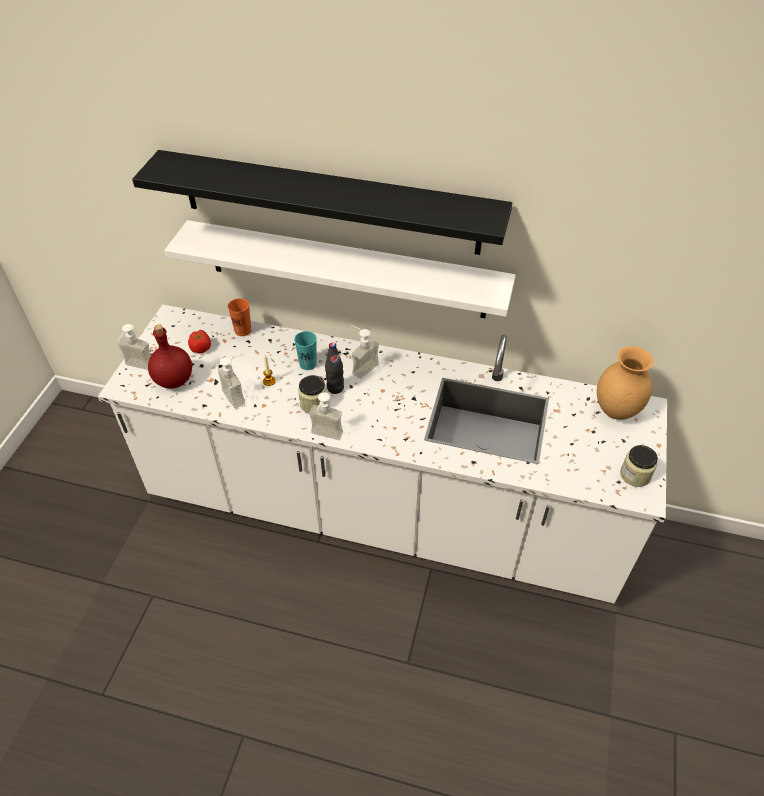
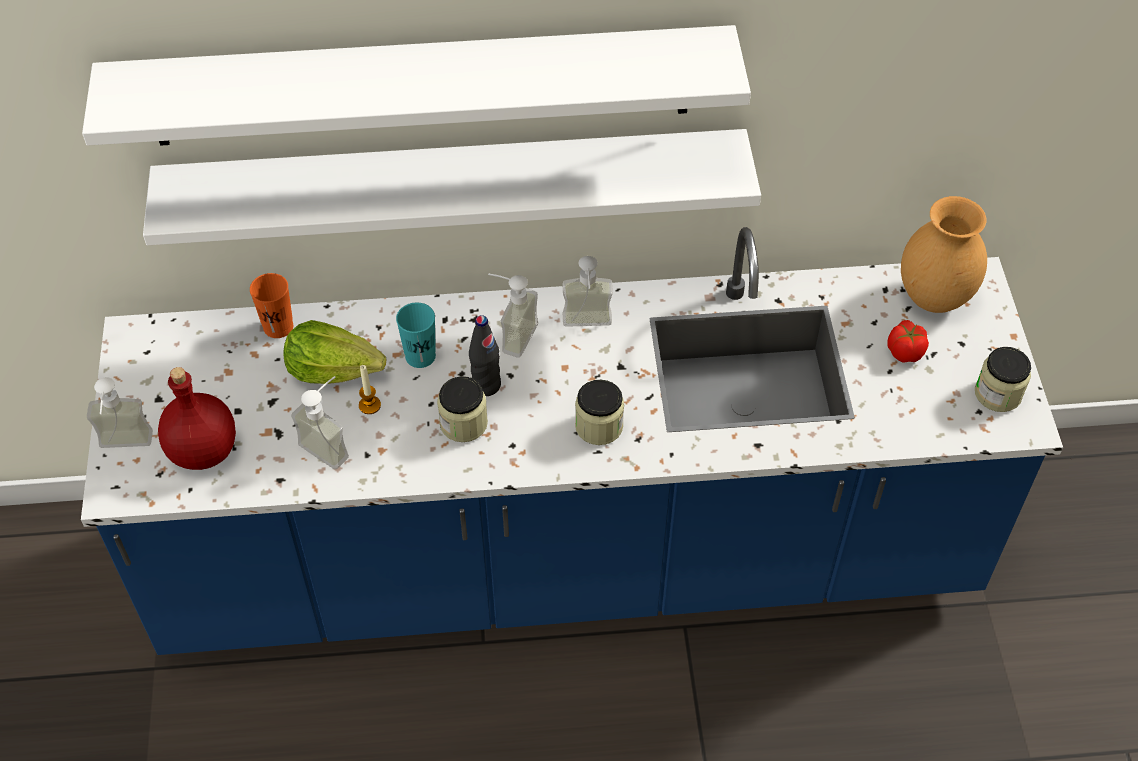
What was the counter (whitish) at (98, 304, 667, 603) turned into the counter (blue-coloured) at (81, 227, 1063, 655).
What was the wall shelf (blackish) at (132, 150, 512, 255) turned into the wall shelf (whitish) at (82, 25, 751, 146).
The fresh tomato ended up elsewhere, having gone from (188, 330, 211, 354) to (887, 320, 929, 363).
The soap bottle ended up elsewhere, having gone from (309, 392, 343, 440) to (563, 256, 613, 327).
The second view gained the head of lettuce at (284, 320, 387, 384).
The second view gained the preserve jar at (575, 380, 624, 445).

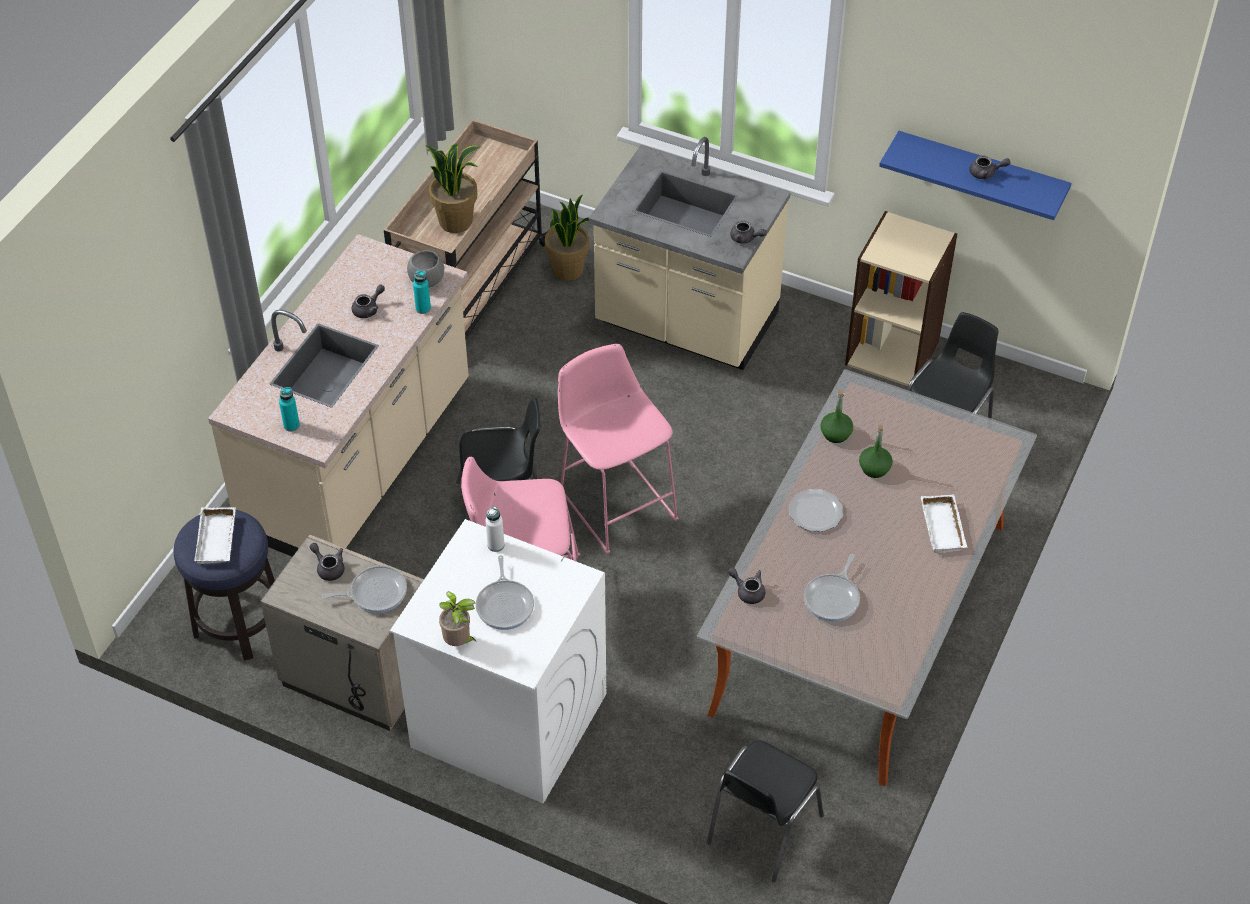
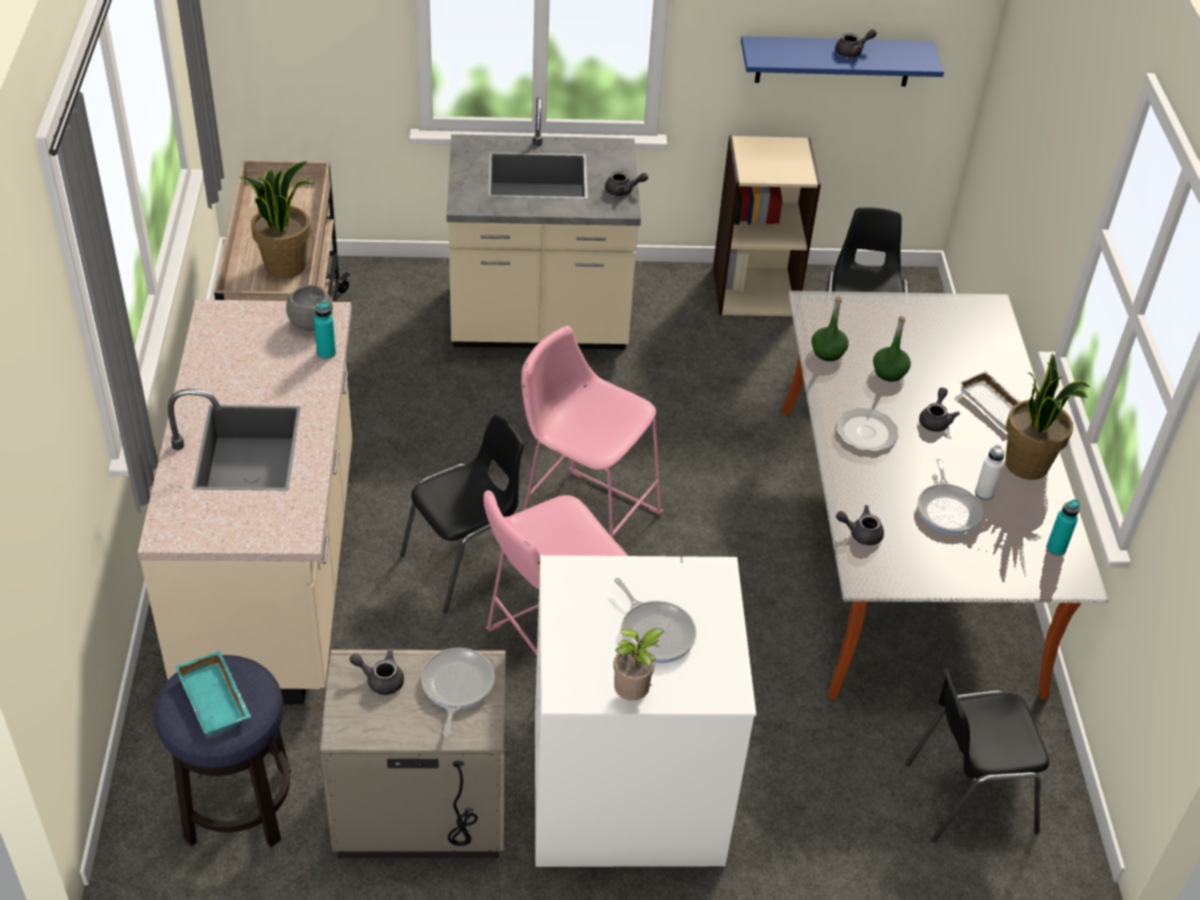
What was the tray (whitish) at (194, 507, 236, 564) turned into the tray (turquoise) at (175, 651, 251, 737).
The beverage bottle (turquoise) ended up elsewhere, having gone from (279, 387, 300, 432) to (1046, 499, 1080, 556).
The skillet at (322, 566, 407, 613) ended up facing another way, 45 degrees counterclockwise from before.
The pot for tea (gray) ended up elsewhere, having gone from (352, 285, 385, 318) to (919, 387, 960, 432).
The beverage bottle (whitish) ended up elsewhere, having gone from (486, 507, 504, 552) to (975, 445, 1005, 500).
The houseplant ended up elsewhere, having gone from (545, 194, 590, 281) to (1005, 353, 1090, 480).
The plain chair (blackish) at (707, 740, 824, 882) ended up facing another way, 75 degrees clockwise from before.

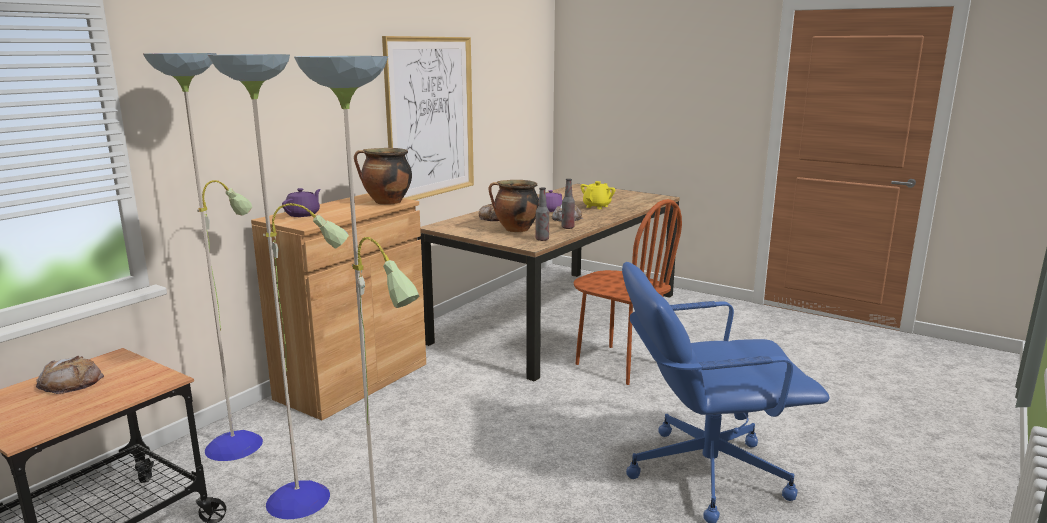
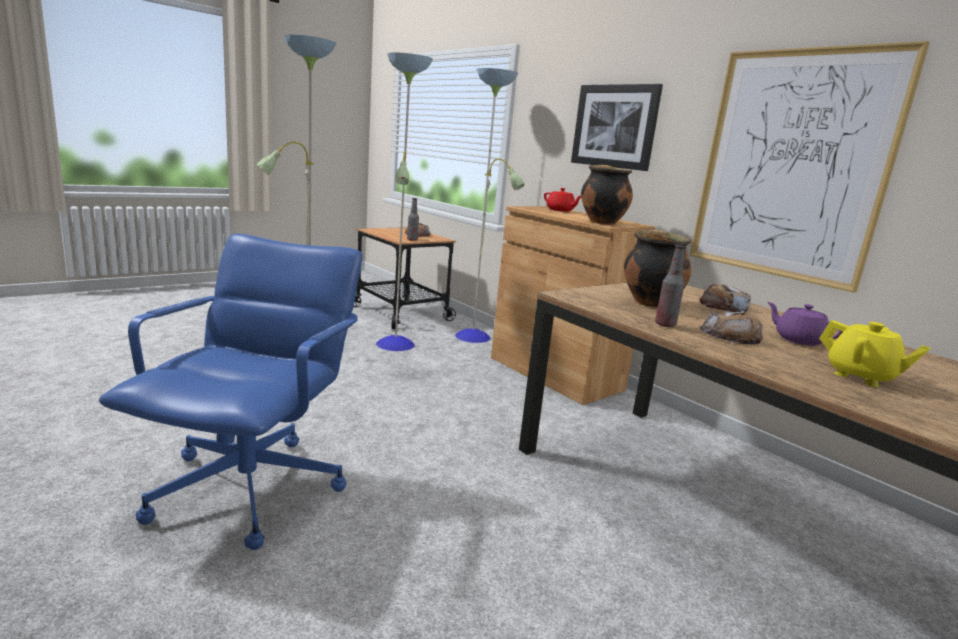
What was the pot for tea (purple) at (282, 188, 321, 217) turned into the pot for tea (red) at (544, 188, 581, 212).
The beverage bottle ended up elsewhere, having gone from (535, 187, 549, 241) to (407, 198, 419, 241).
The second view lost the plain chair (brownish) at (574, 199, 682, 385).
The second view gained the wall art at (571, 84, 663, 171).

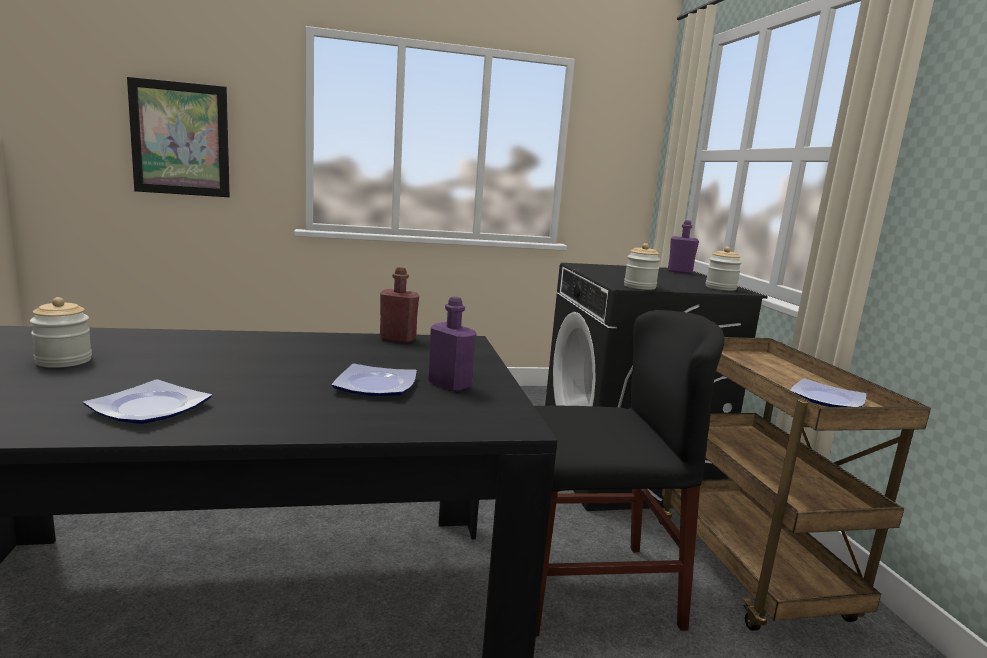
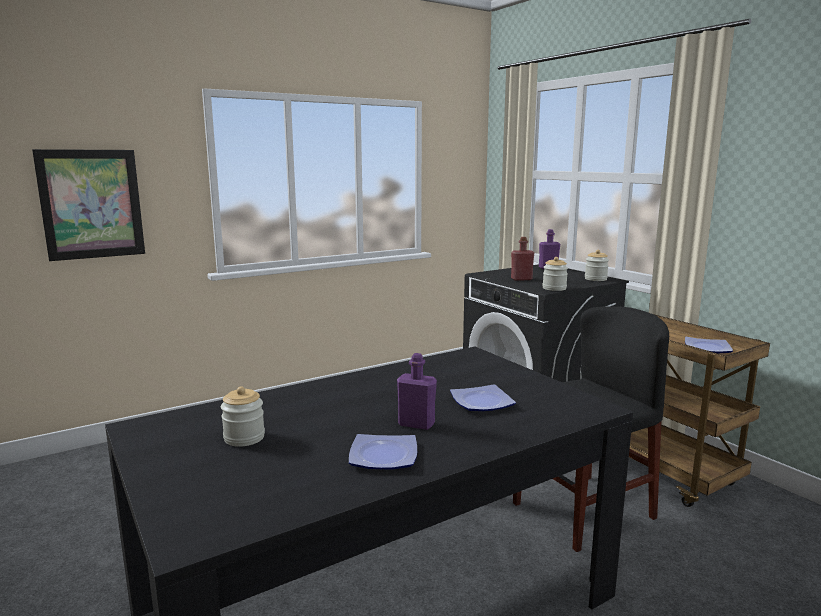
The beverage bottle (red) ended up elsewhere, having gone from (380, 267, 419, 343) to (511, 237, 534, 281).
The beverage bottle (purple) ended up elsewhere, having gone from (428, 297, 476, 392) to (397, 353, 437, 430).

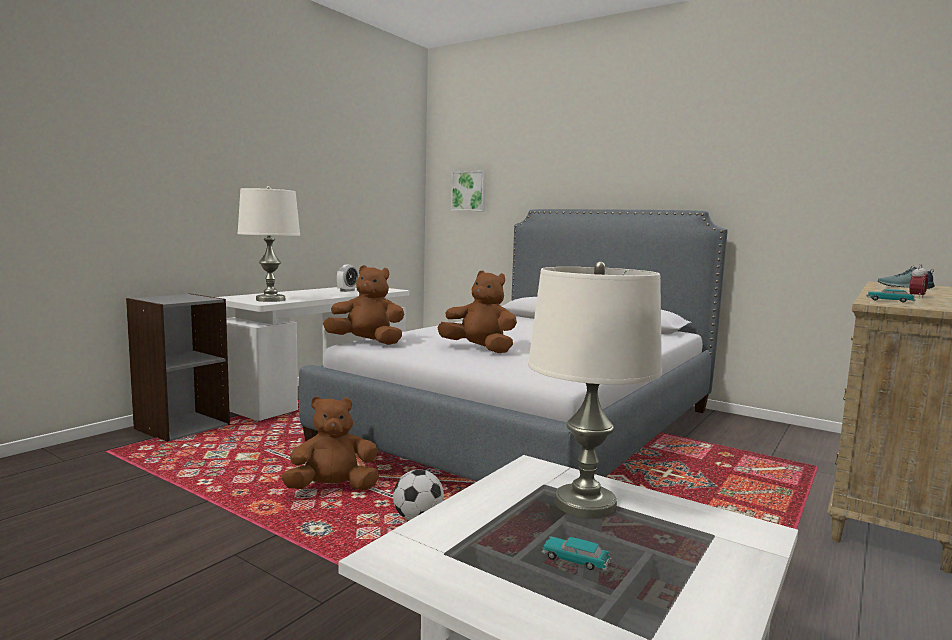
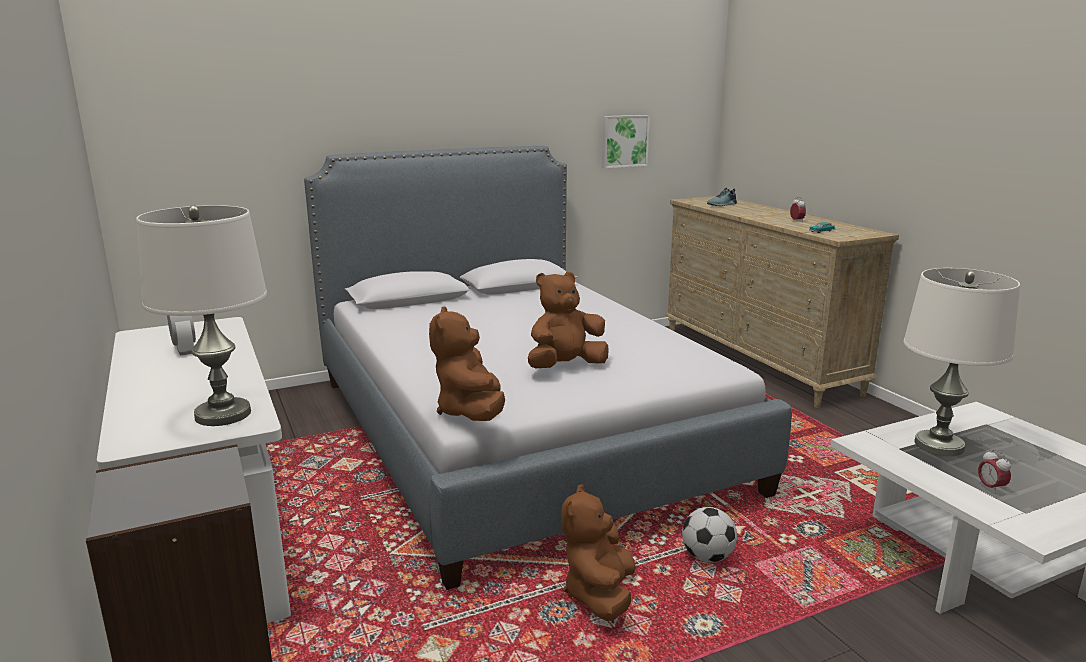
The plush toy (brownish) at (323, 265, 405, 345) ended up facing another way, 45 degrees counterclockwise from before.
The wall art ended up elsewhere, having gone from (451, 171, 486, 211) to (602, 115, 650, 168).
The second view lost the toy car at (541, 536, 612, 571).
The second view gained the bedside clock at (978, 449, 1011, 494).

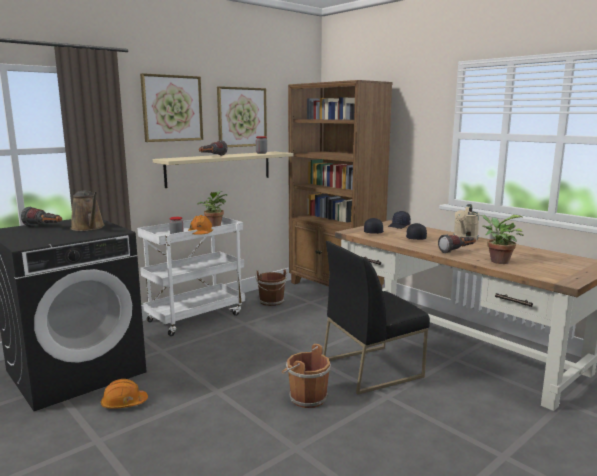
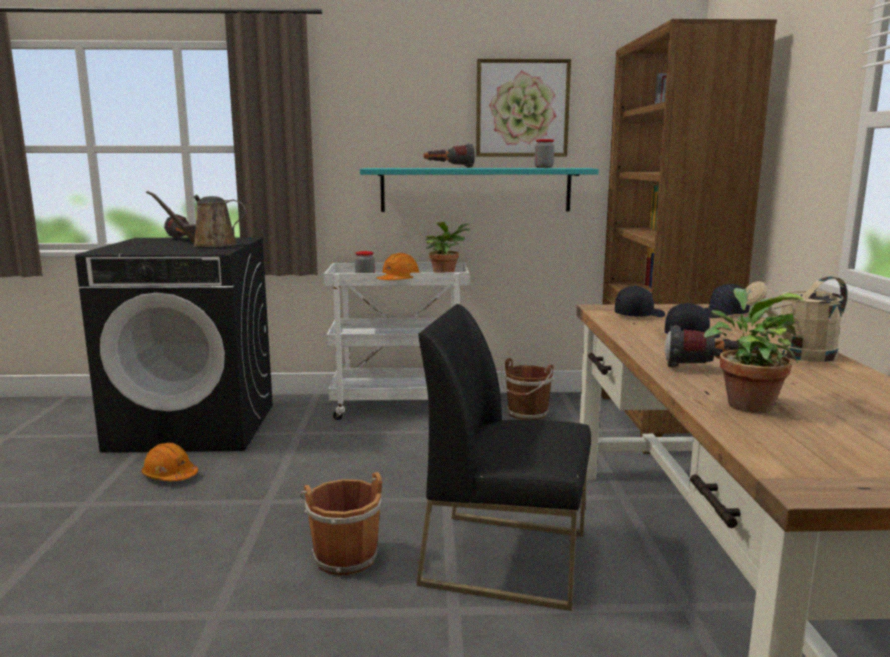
The watering can (brownish) at (70, 191, 104, 231) ended up facing another way, 75 degrees clockwise from before.
The second view lost the wall art at (140, 73, 203, 142).
What was the wall shelf (beige) at (153, 152, 294, 188) turned into the wall shelf (turquoise) at (360, 168, 599, 212).

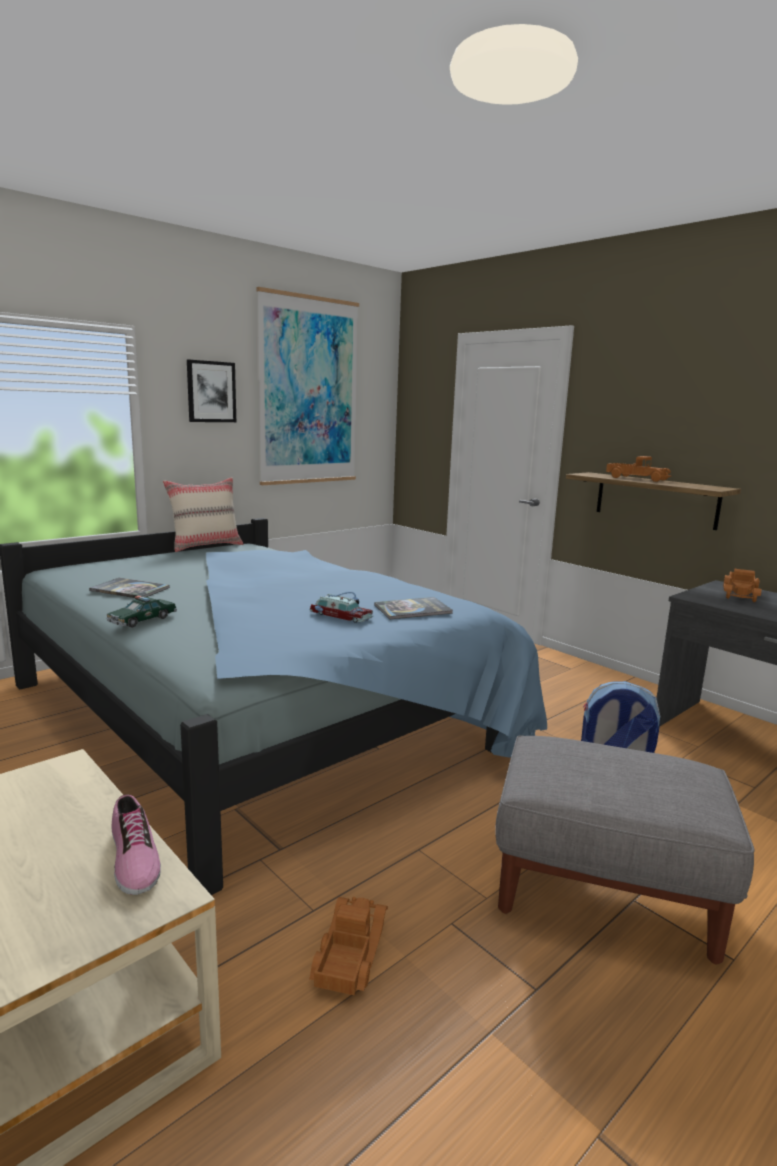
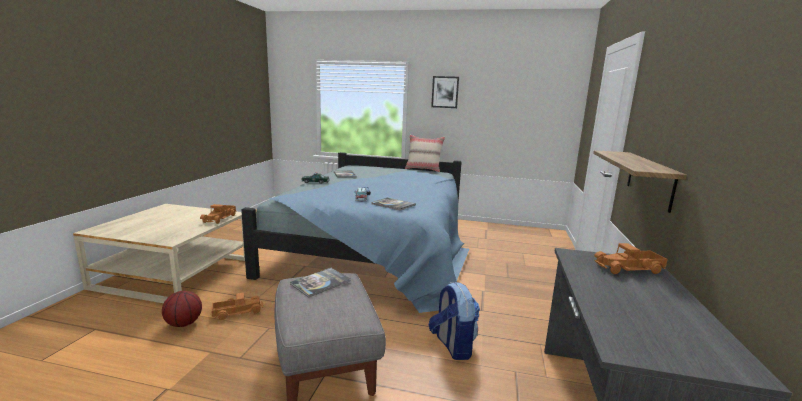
The second view lost the item of footwear at (111, 794, 161, 895).
The second view lost the wall art at (256, 287, 359, 485).
The toy truck ended up elsewhere, having gone from (606, 456, 672, 482) to (200, 204, 237, 224).
The second view gained the basketball at (162, 291, 202, 327).
The second view gained the bound book at (290, 268, 351, 297).

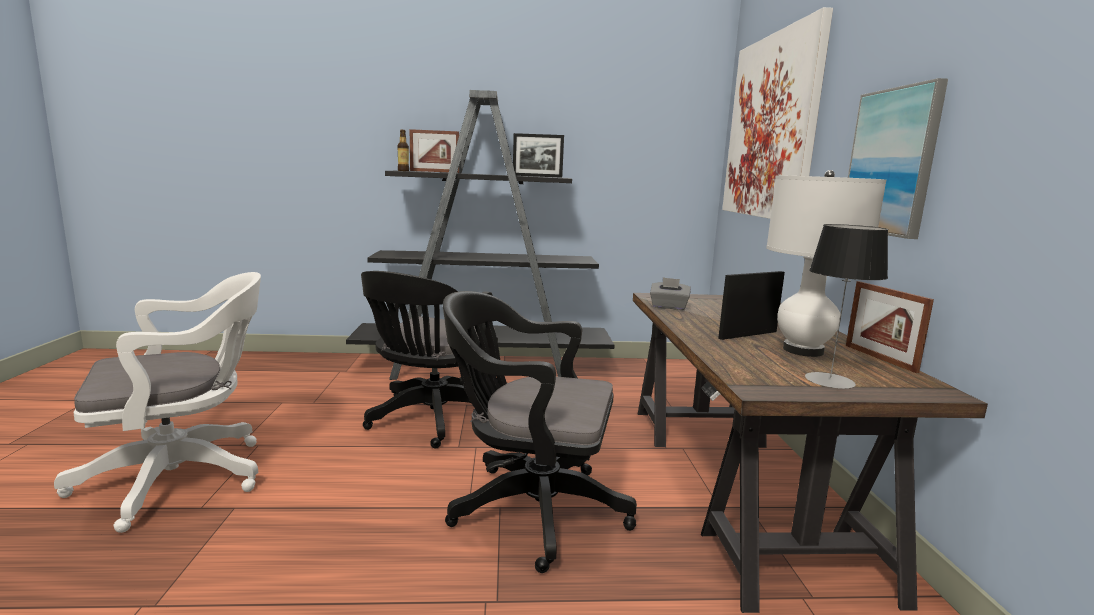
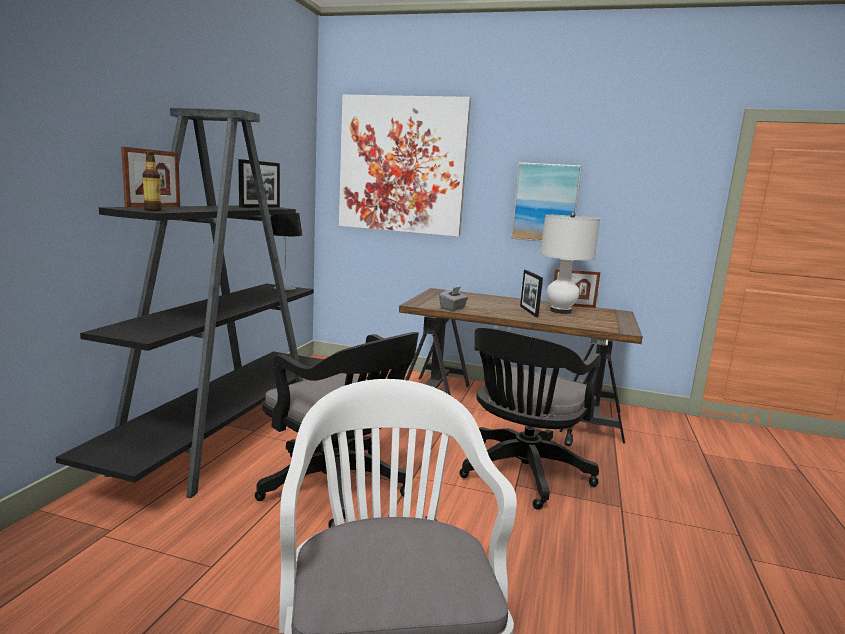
The tabletop lamp ended up elsewhere, having gone from (805, 224, 888, 389) to (270, 212, 302, 290).

